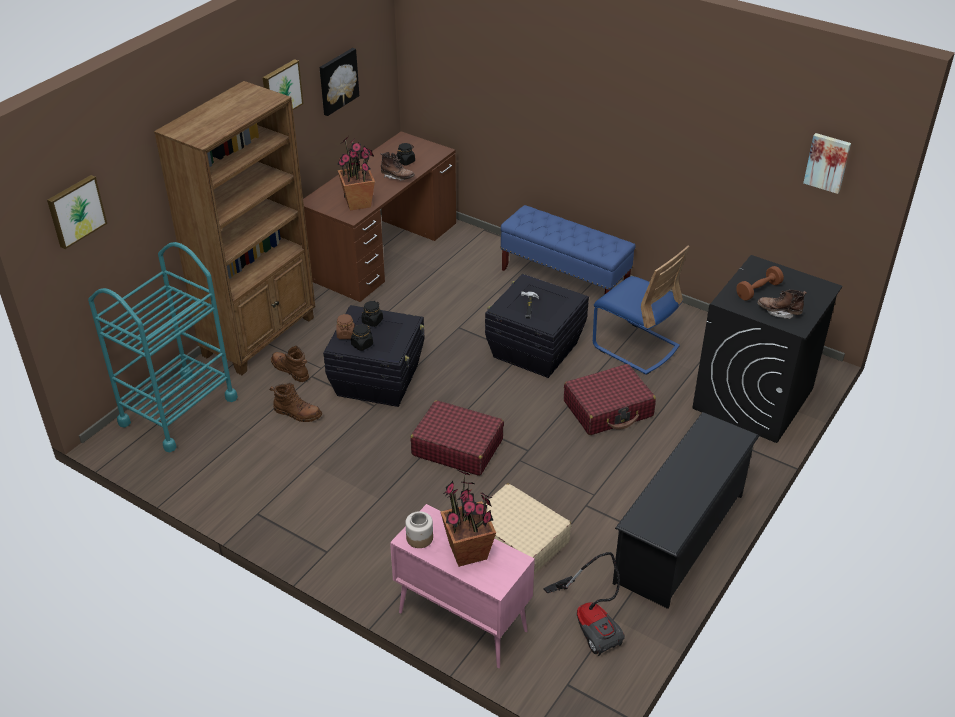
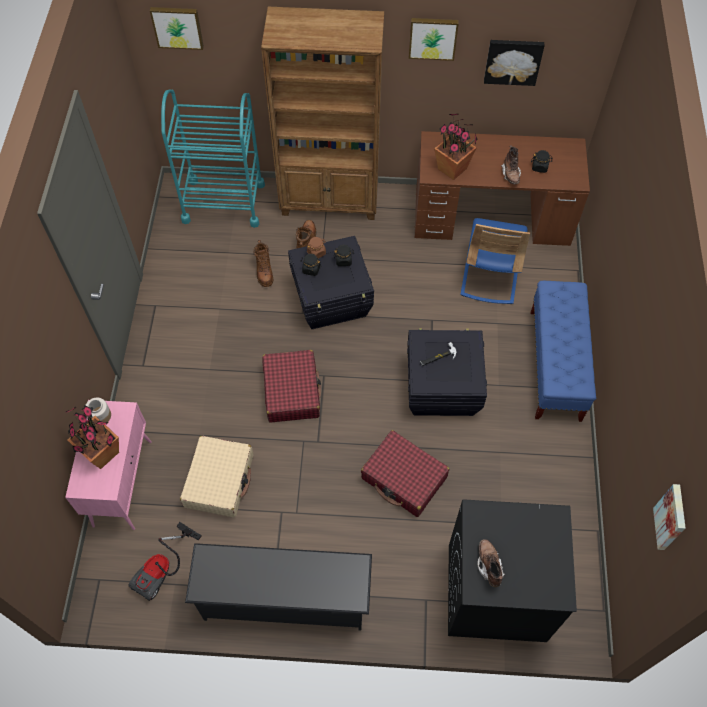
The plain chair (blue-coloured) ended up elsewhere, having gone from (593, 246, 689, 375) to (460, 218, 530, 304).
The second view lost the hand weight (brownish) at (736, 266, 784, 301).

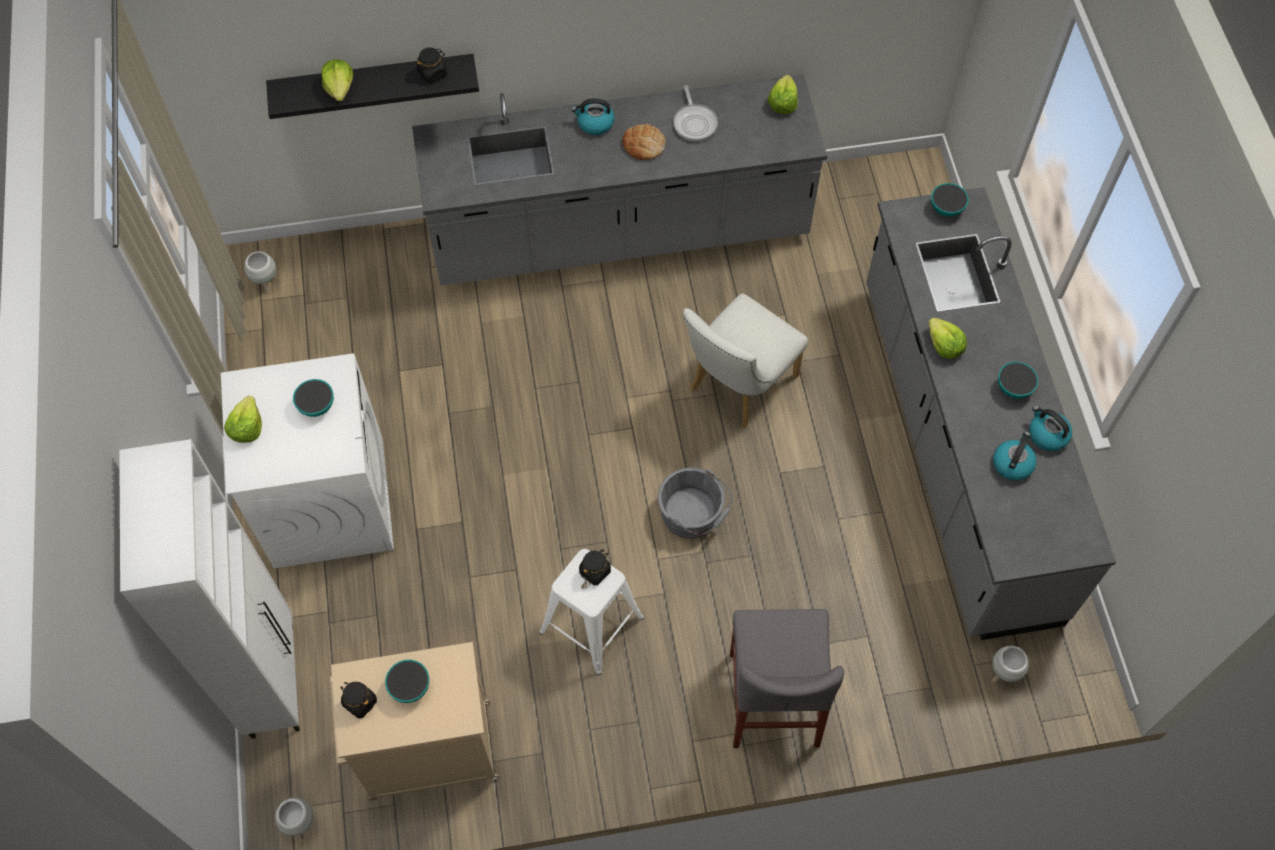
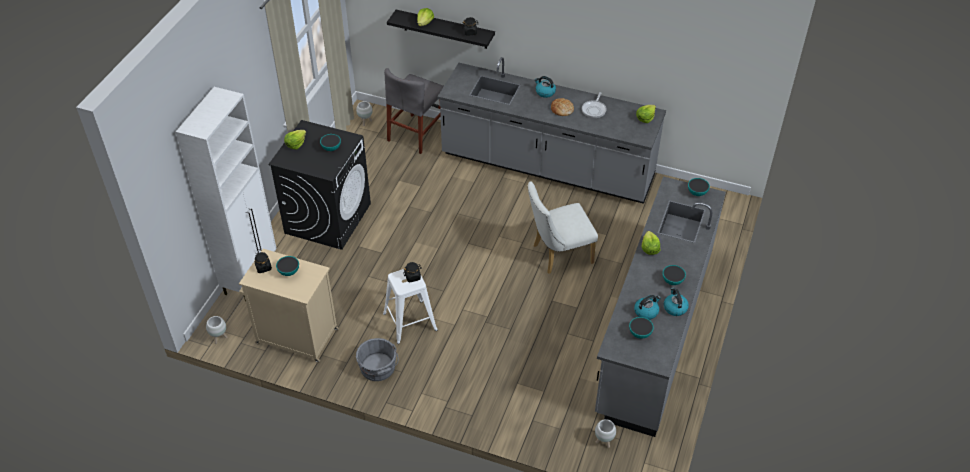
What was the laundry machine (whitish) at (221, 354, 394, 568) turned into the laundry machine (blackish) at (268, 120, 371, 250).
The water bucket (gray) ended up elsewhere, having gone from (658, 468, 732, 539) to (356, 338, 399, 381).
The plain chair (gray) ended up elsewhere, having gone from (730, 609, 844, 748) to (384, 68, 444, 154).
The second view gained the serving bowl at (629, 317, 654, 339).

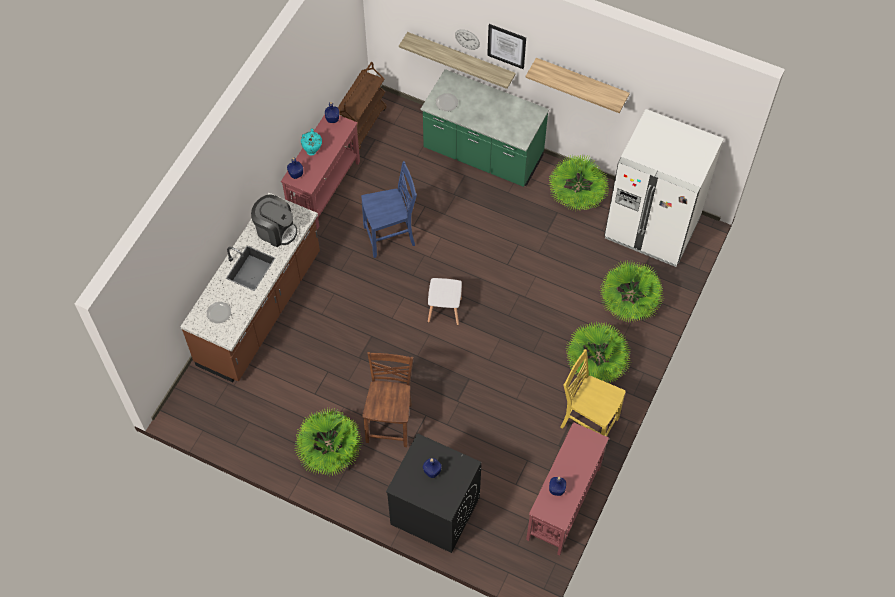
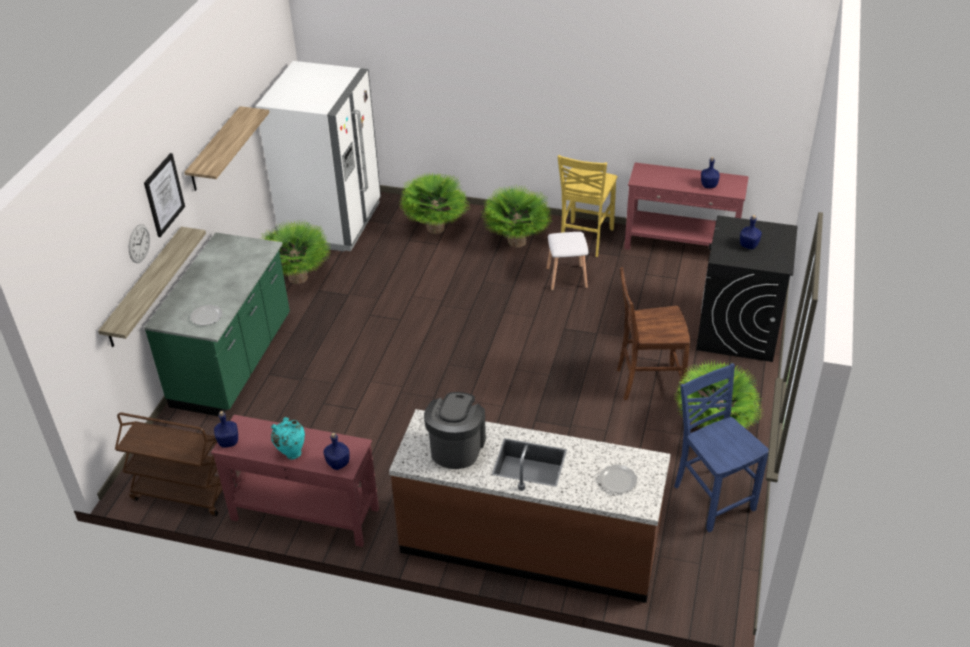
The plain chair (blue-coloured) ended up elsewhere, having gone from (361, 161, 417, 258) to (674, 363, 769, 532).
The stool (whitish) ended up elsewhere, having gone from (428, 278, 462, 325) to (546, 232, 589, 291).

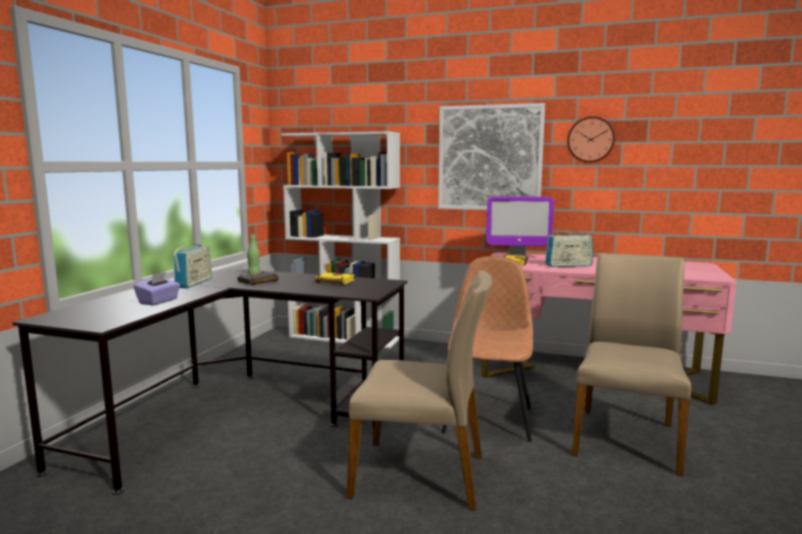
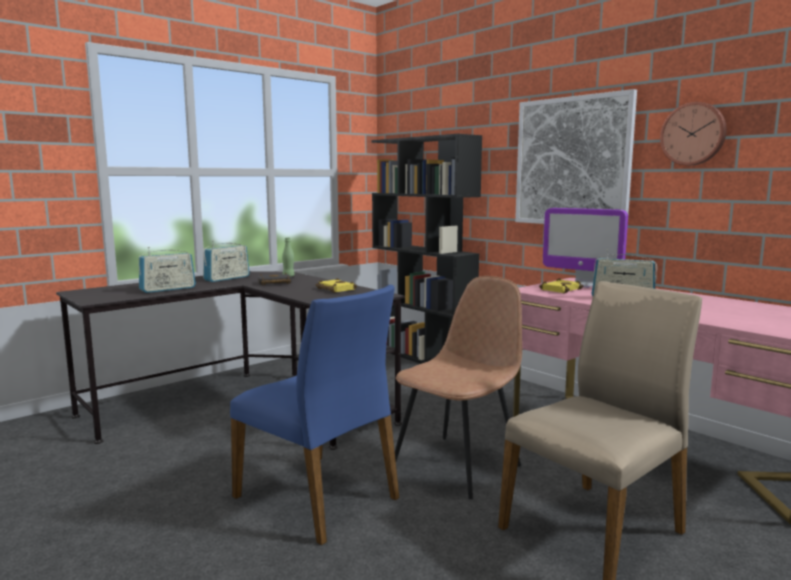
Where the box of tissues (purple) stood at (134, 272, 180, 306), the radio receiver came to stand at (138, 247, 196, 293).
What was the bookshelf (whitish) at (281, 131, 400, 348) turned into the bookshelf (blackish) at (372, 134, 482, 364).
What was the plain chair (beige) at (347, 270, 492, 511) turned into the plain chair (blue-coloured) at (230, 285, 399, 545).

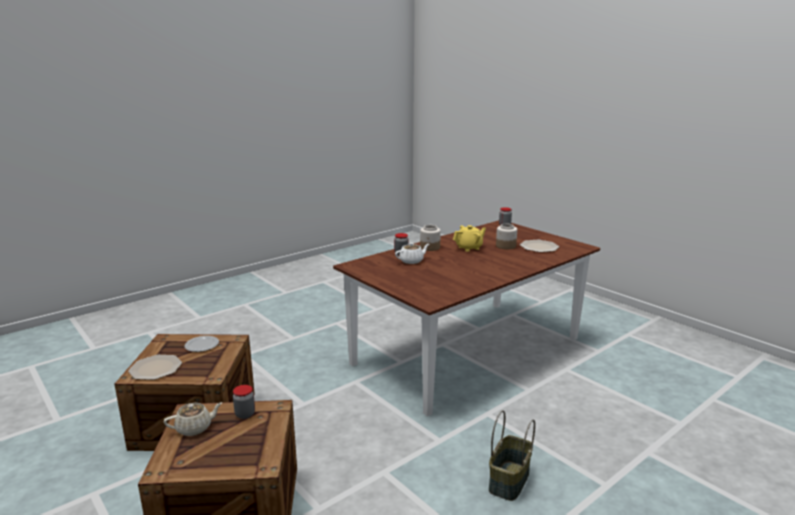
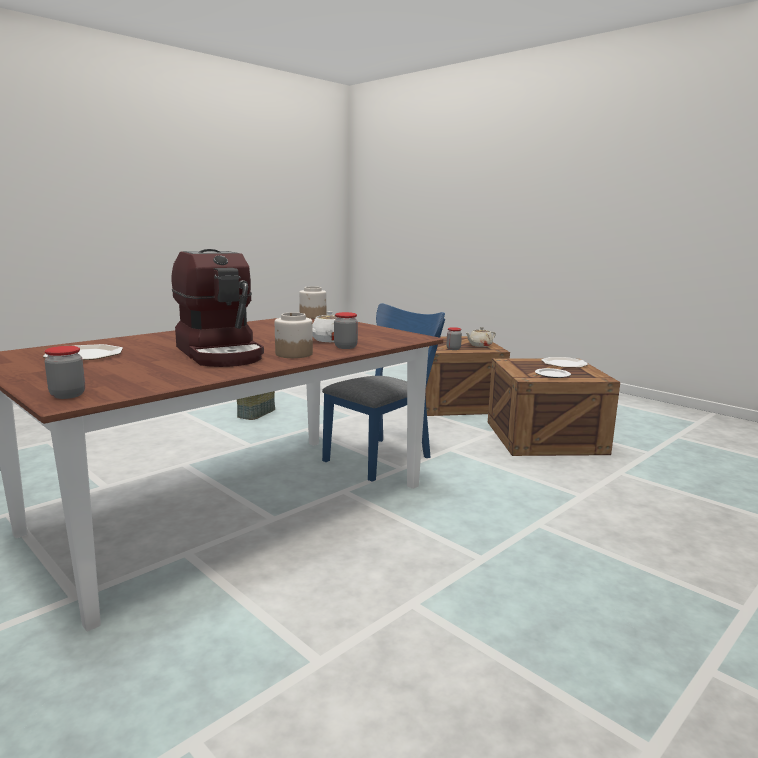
Where the pot for tea (yellow) stood at (453, 225, 486, 252), the coffee machine came to stand at (172, 249, 264, 367).
The preserve jar ended up elsewhere, having gone from (496, 224, 517, 249) to (299, 286, 327, 319).
The second view gained the plain chair (blue-coloured) at (322, 303, 445, 482).

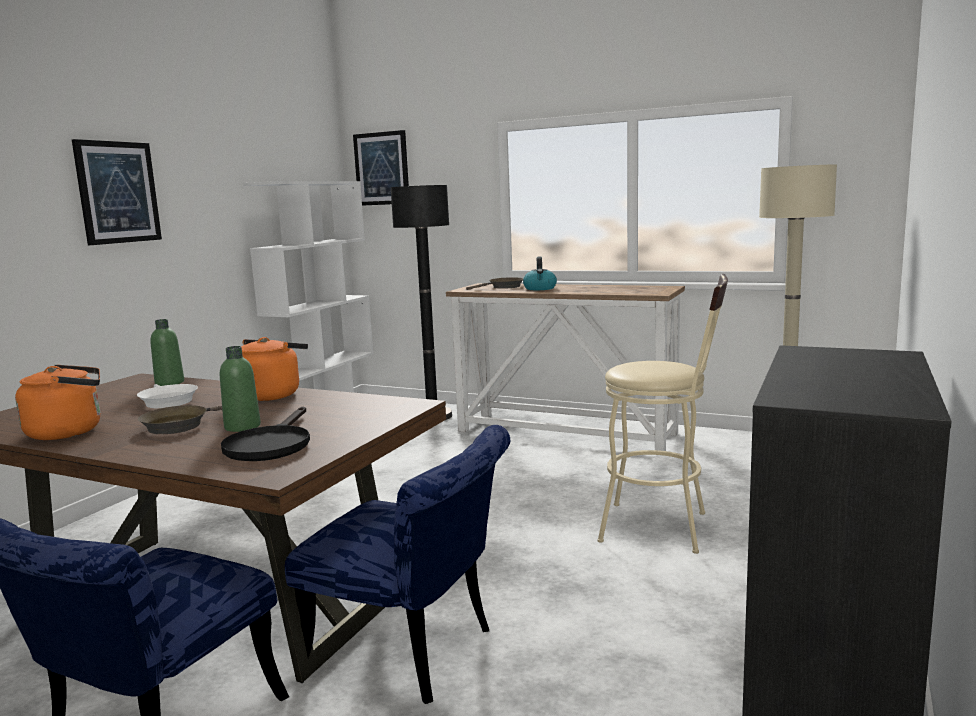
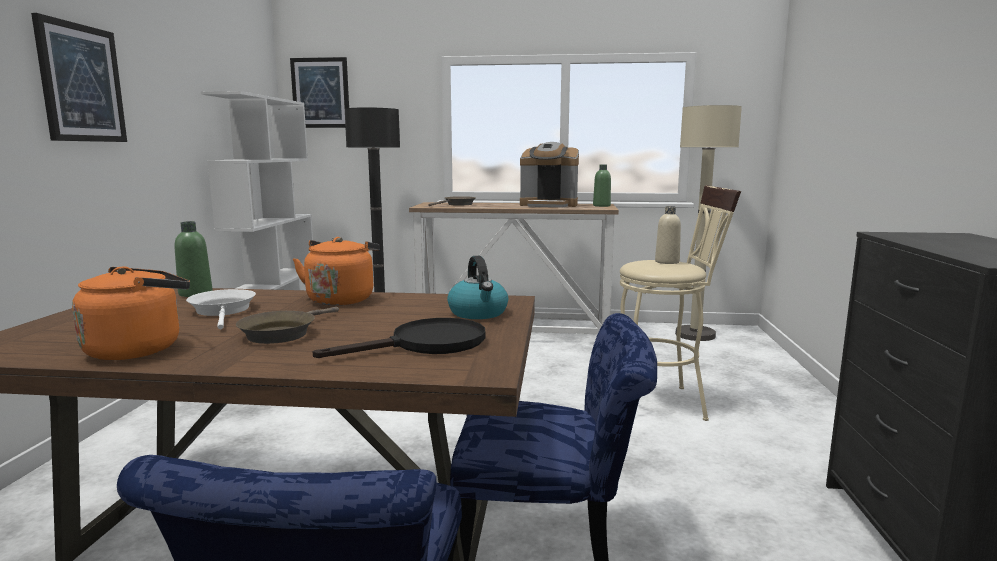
The skillet (whitish) at (137, 384, 198, 408) ended up facing another way, 150 degrees counterclockwise from before.
The beverage bottle (green-coloured) ended up elsewhere, having gone from (220, 346, 261, 432) to (593, 165, 611, 207).
The skillet (blackish) at (221, 406, 310, 461) ended up facing another way, 105 degrees counterclockwise from before.
The kettle ended up elsewhere, having gone from (523, 256, 557, 290) to (447, 256, 508, 319).
The second view gained the coffee machine at (520, 142, 579, 207).
The second view gained the beverage bottle (beige) at (655, 206, 681, 264).

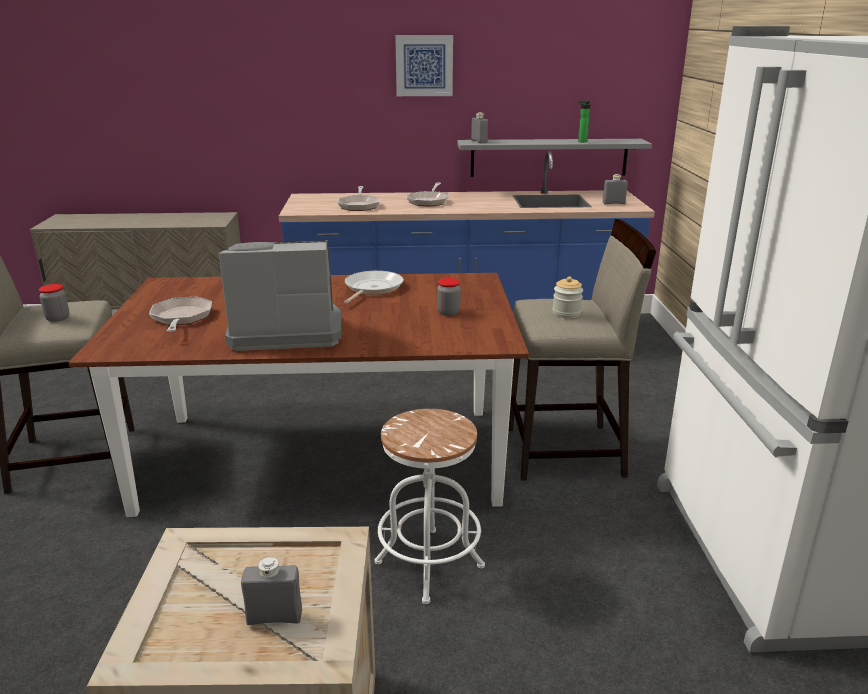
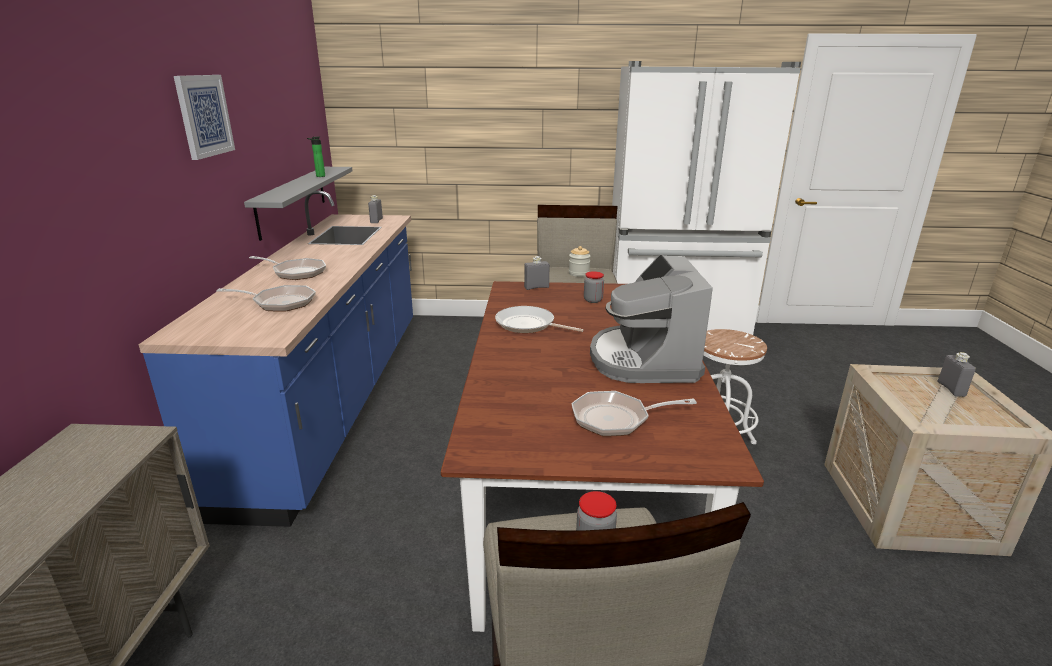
The beverage bottle (gray) ended up elsewhere, having gone from (471, 112, 488, 143) to (524, 256, 550, 290).

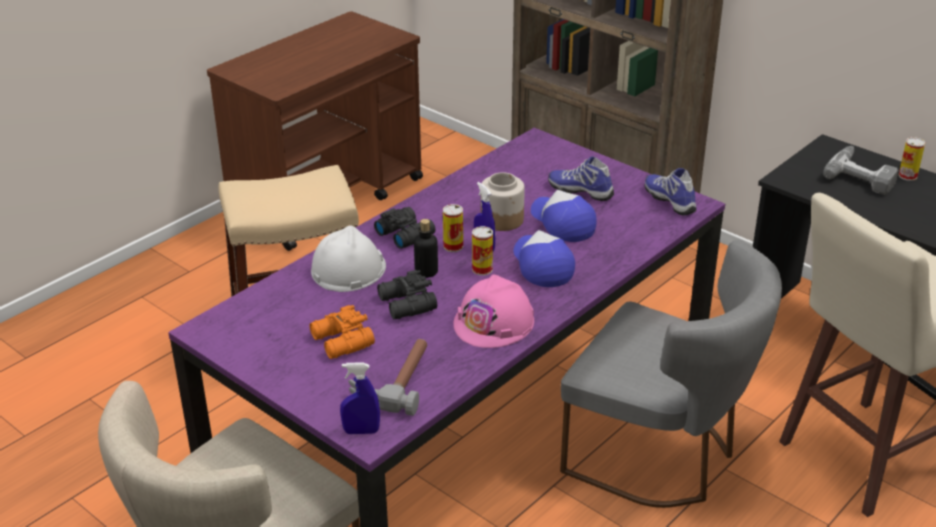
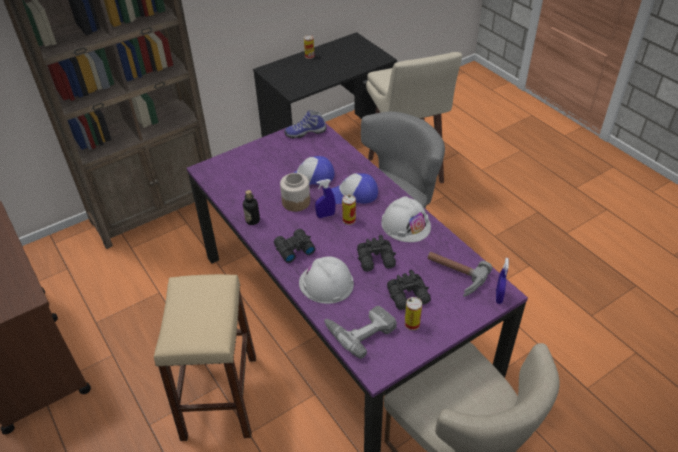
What was the pair of binoculars (orangey) at (310, 305, 375, 359) turned into the pair of binoculars (blackish) at (387, 270, 431, 310).
The beverage bottle ended up elsewhere, having gone from (414, 219, 438, 278) to (243, 190, 260, 225).
The metal can ended up elsewhere, having gone from (443, 204, 463, 252) to (405, 297, 422, 331).
What was the work helmet (pink) at (453, 275, 534, 348) turned into the work helmet (whitish) at (381, 196, 431, 242).
The second view lost the item of footwear at (548, 156, 614, 201).
The electric drill ended up elsewhere, having gone from (823, 146, 899, 195) to (324, 306, 397, 359).

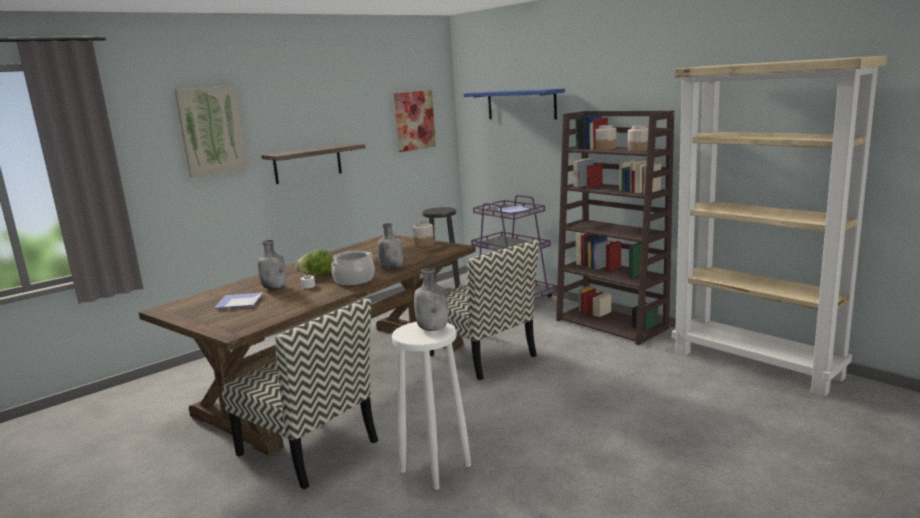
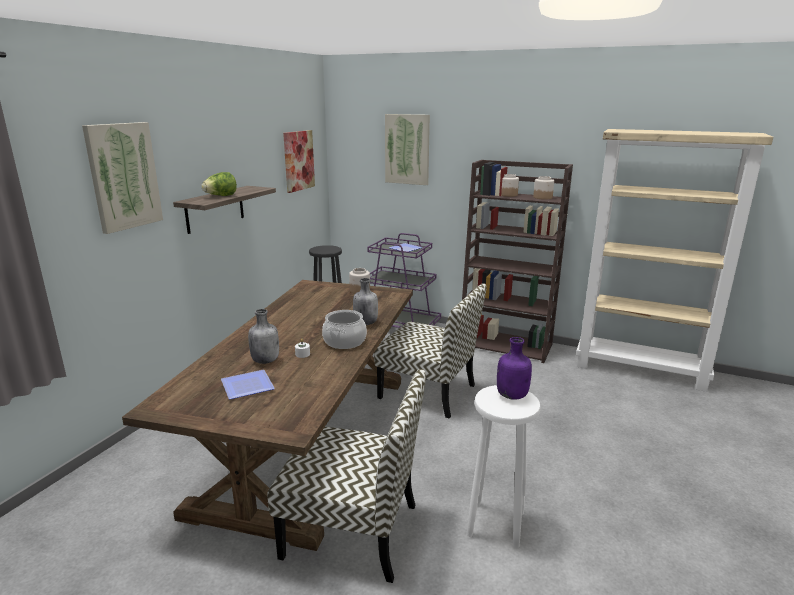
The head of lettuce ended up elsewhere, having gone from (296, 249, 332, 275) to (201, 172, 237, 196).
What was the beverage bottle (gray) at (414, 267, 448, 331) turned into the beverage bottle (purple) at (497, 337, 532, 400).
Where the wall shelf (blue-coloured) hung at (464, 89, 565, 120), the wall art came to hang at (385, 114, 430, 185).

